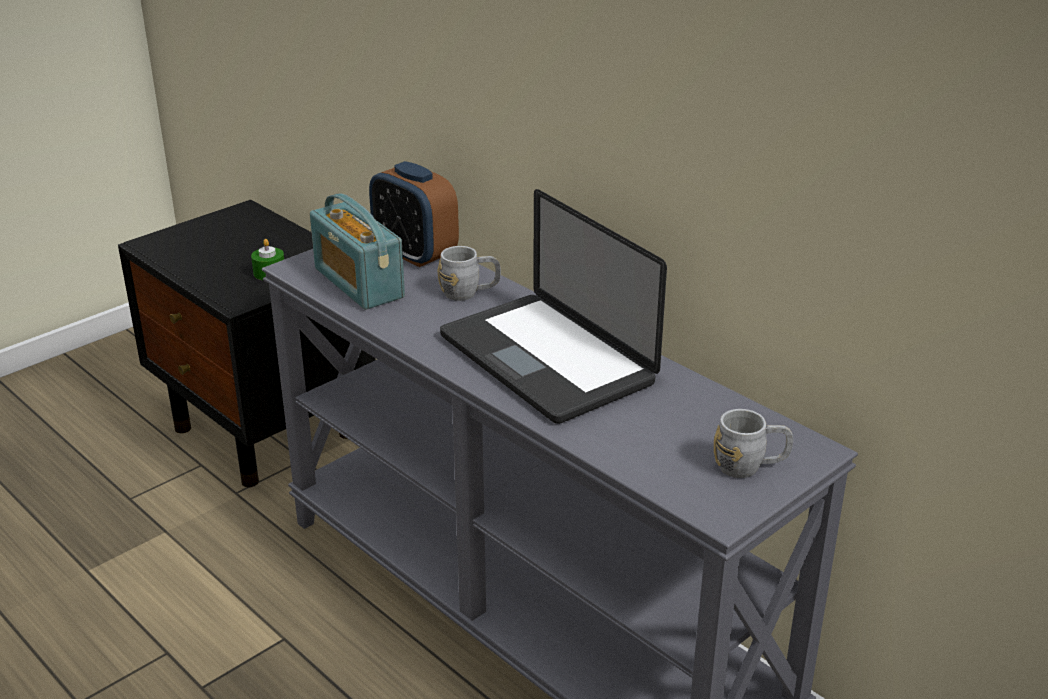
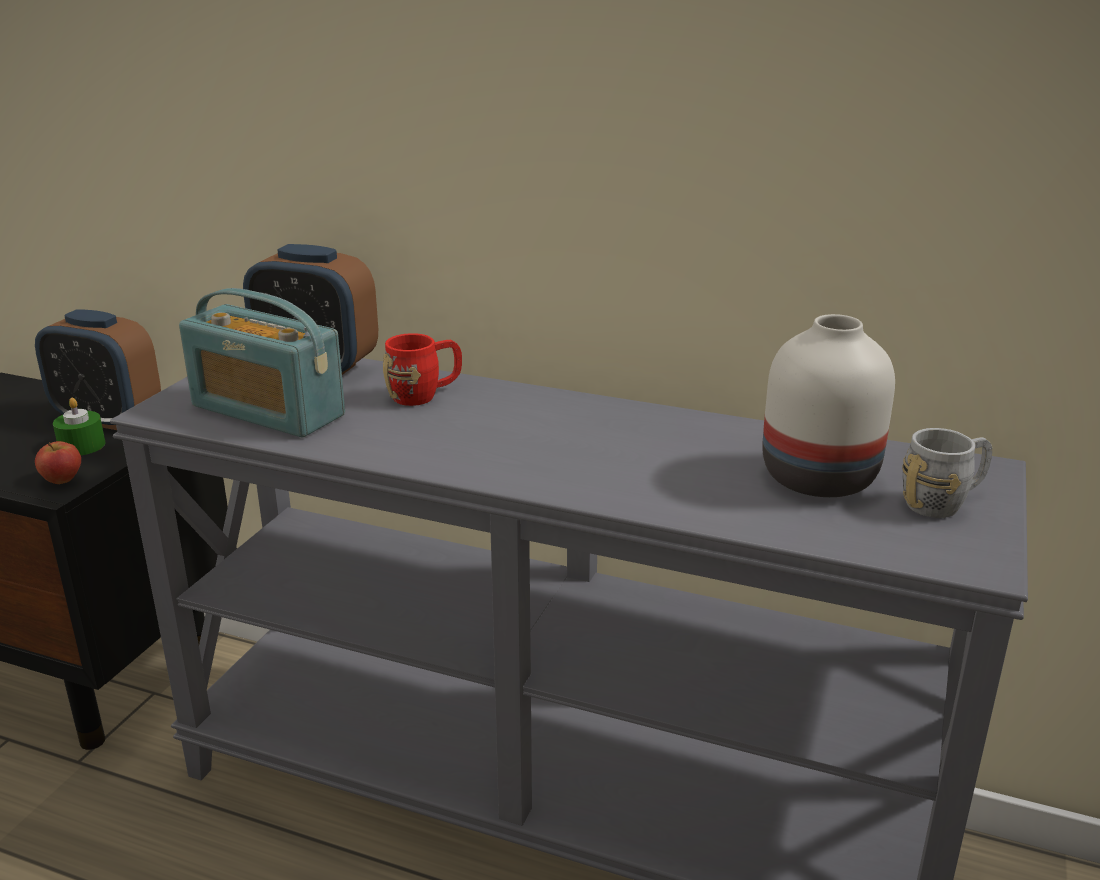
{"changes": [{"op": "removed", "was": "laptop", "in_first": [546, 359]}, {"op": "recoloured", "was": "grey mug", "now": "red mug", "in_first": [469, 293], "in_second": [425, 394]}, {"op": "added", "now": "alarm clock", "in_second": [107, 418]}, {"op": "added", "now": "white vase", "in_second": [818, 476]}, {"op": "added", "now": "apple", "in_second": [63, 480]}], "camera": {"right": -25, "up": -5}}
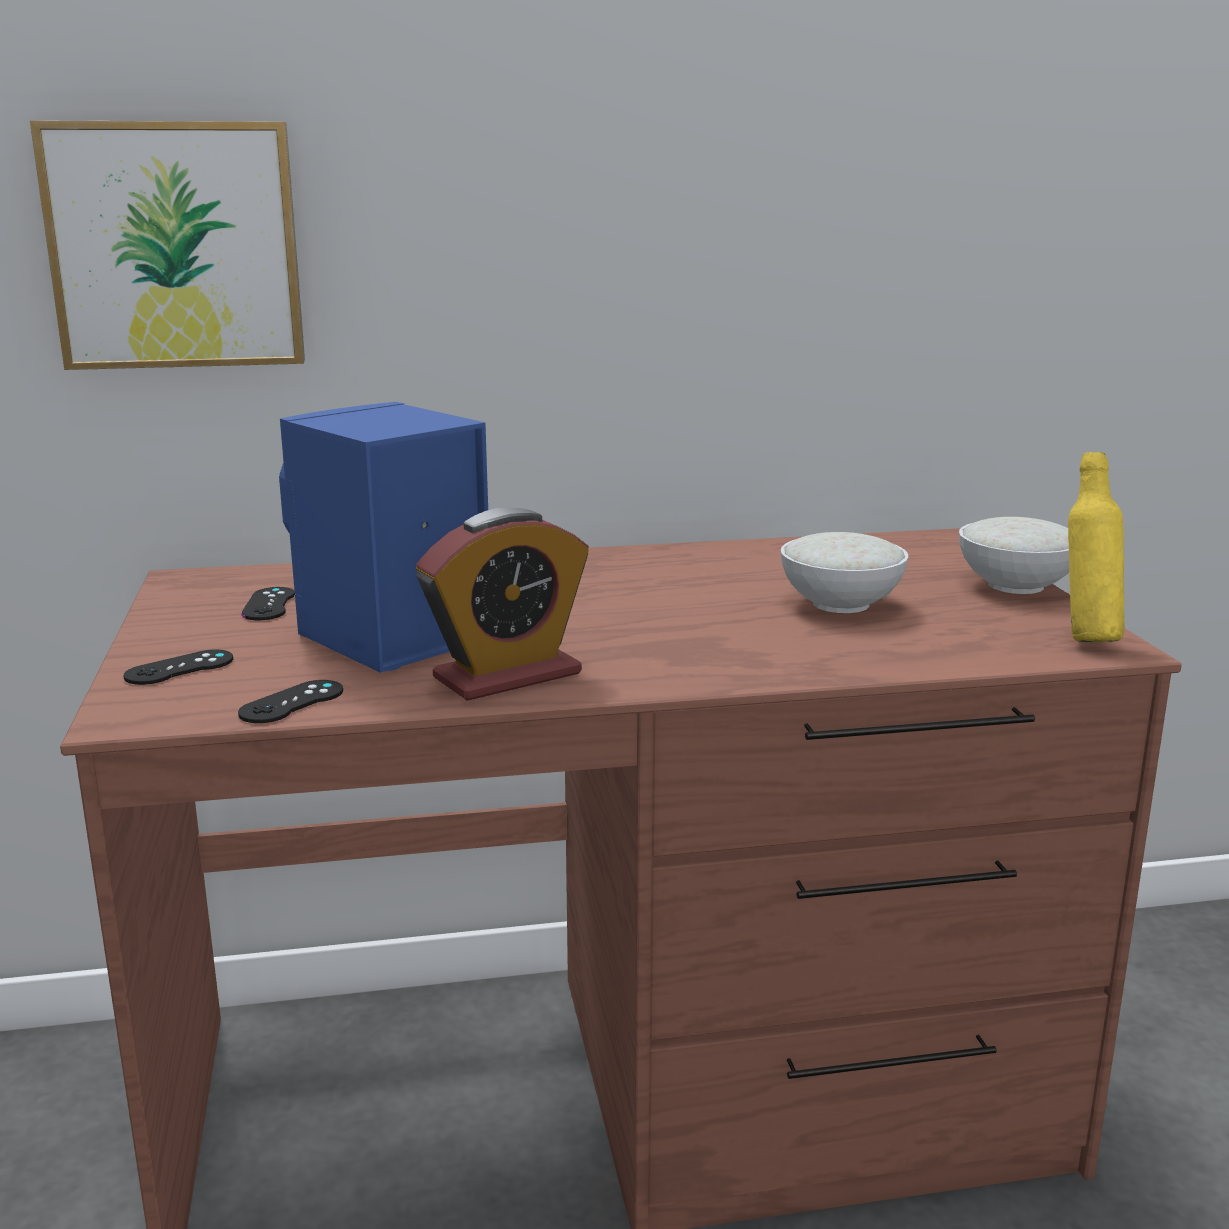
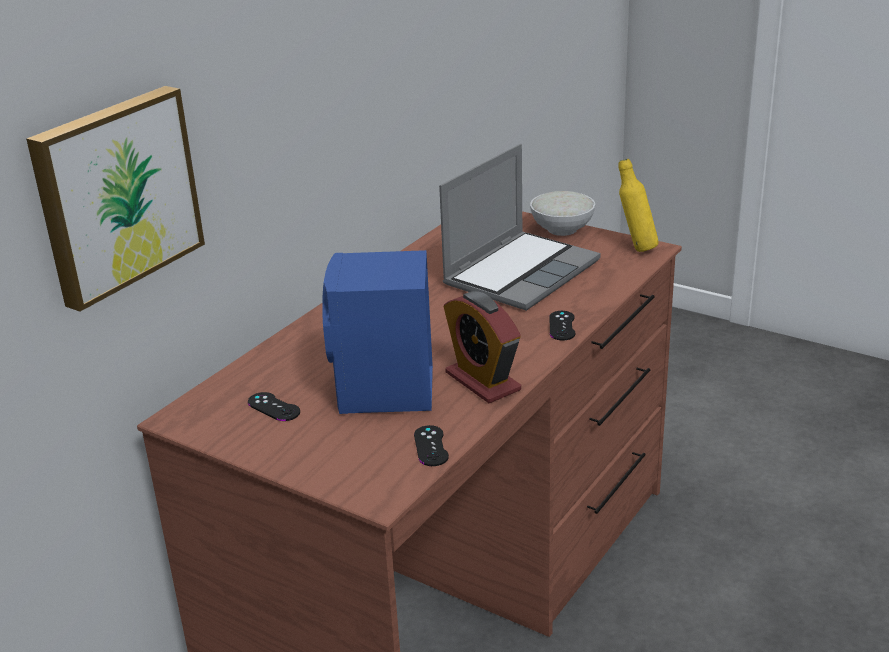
{"changes": [{"op": "turned", "was": "alarm clock", "in_first": [507, 676], "in_second": [482, 381], "clockwise": 135}, {"op": "replaced", "was": "white bowl", "now": "laptop", "in_first": [841, 603], "in_second": [521, 272]}, {"op": "moved", "was": "black game controller", "in_first": [179, 668], "in_second": [562, 326]}], "camera": {"right": -45, "up": 10}}
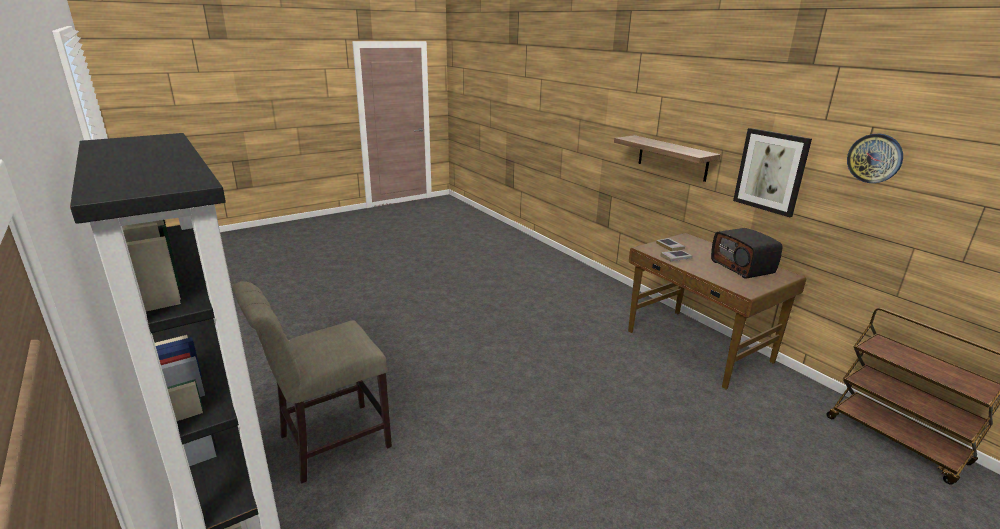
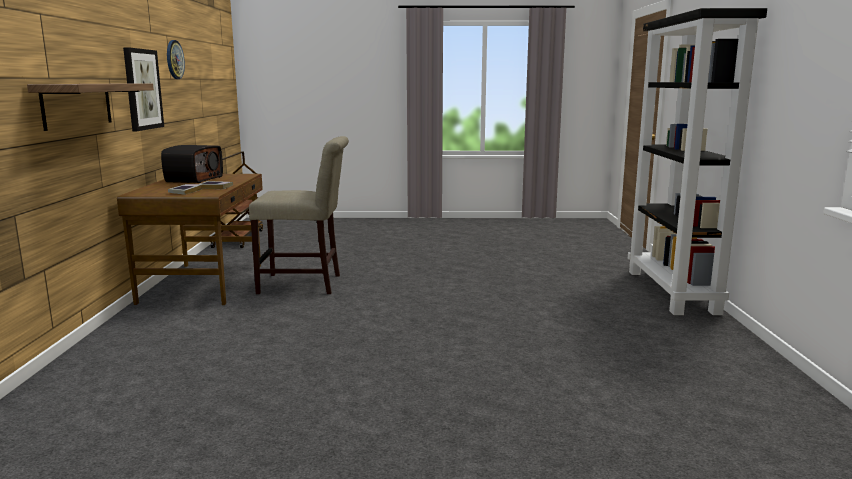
{"changes": [{"op": "moved", "was": "beige chair", "in_first": [328, 443], "in_second": [305, 284]}], "camera": {"right": -145, "up": -10}}
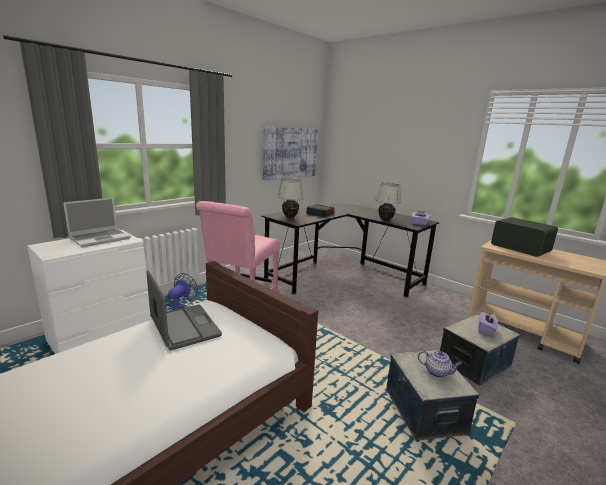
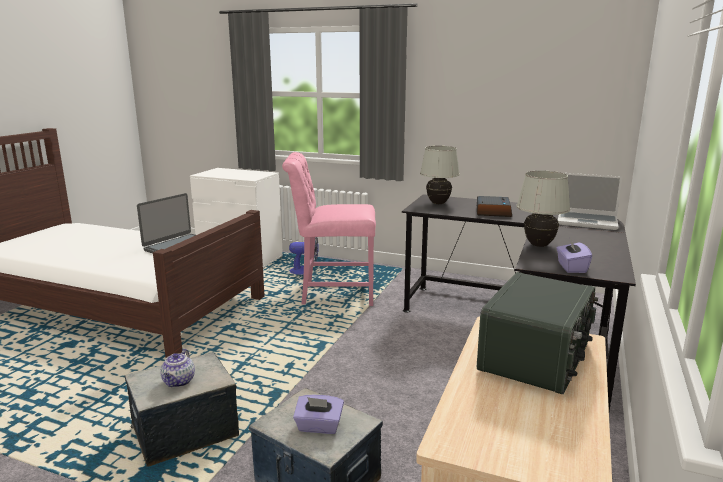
{"changes": [{"op": "removed", "was": "picture", "in_first": [289, 153]}, {"op": "moved", "was": "laptop", "in_first": [100, 238], "in_second": [588, 221]}], "camera": {"right": 70, "up": 0}}
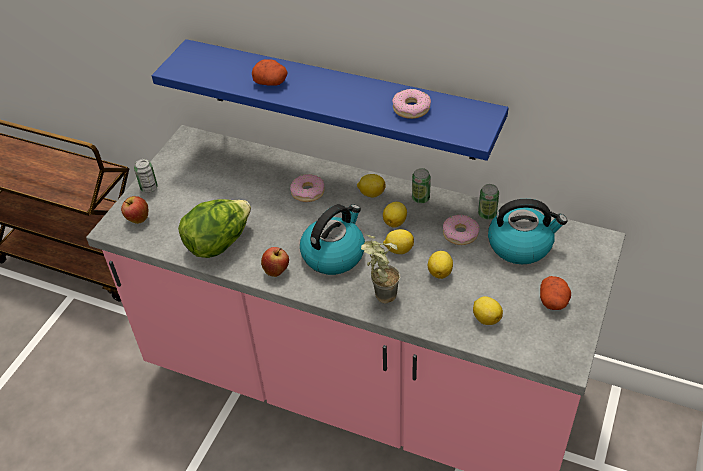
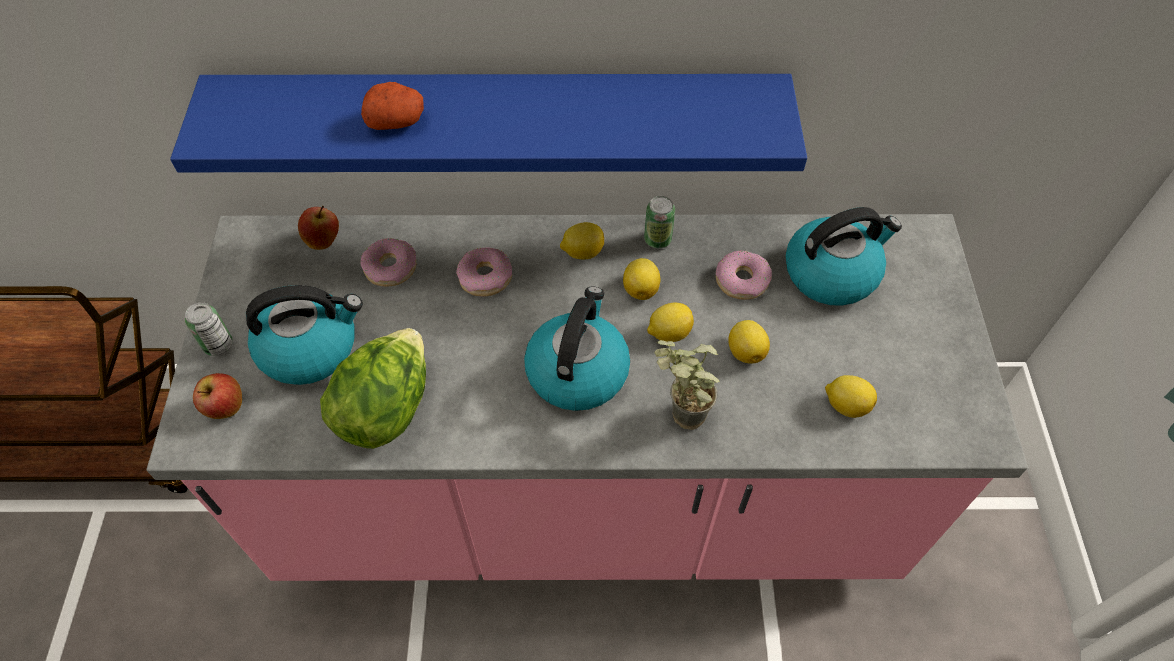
{"changes": [{"op": "moved", "was": "donut", "in_first": [411, 108], "in_second": [390, 267]}, {"op": "removed", "was": "can", "in_first": [487, 214]}, {"op": "moved", "was": "apple", "in_first": [276, 271], "in_second": [324, 241]}, {"op": "removed", "was": "potato", "in_first": [553, 301]}, {"op": "added", "now": "kettle", "in_second": [310, 348]}], "camera": {"right": -25, "up": 10}}
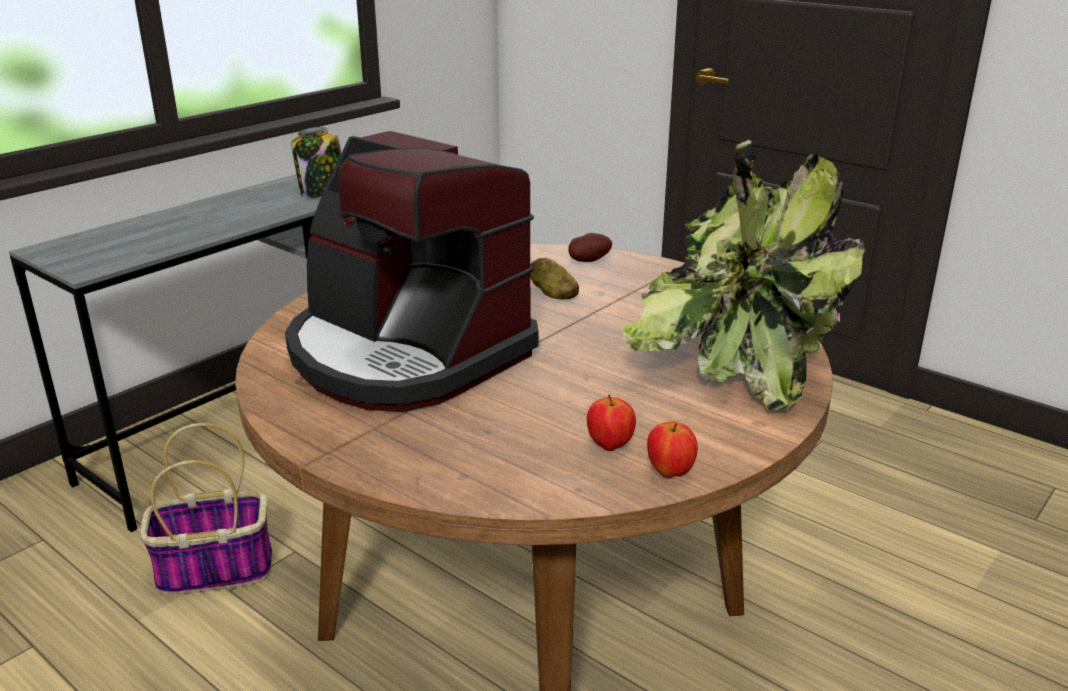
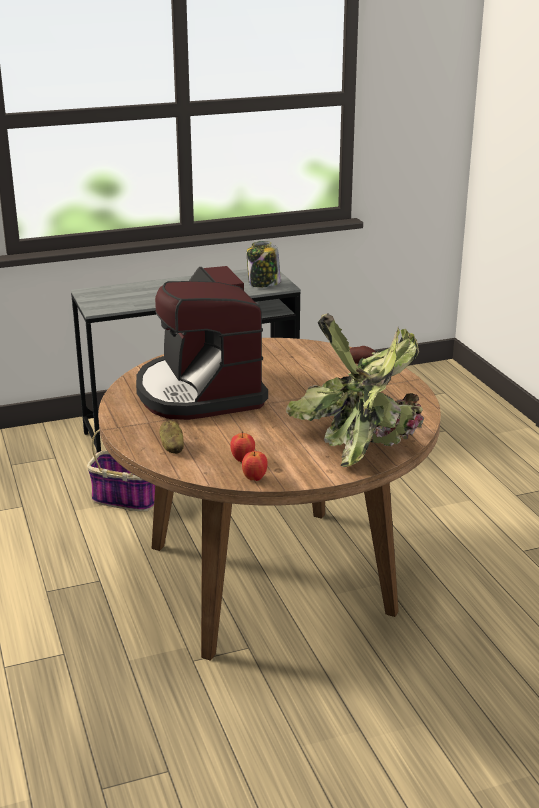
{"changes": [{"op": "moved", "was": "potato", "in_first": [552, 294], "in_second": [172, 447]}], "camera": {"right": 30, "up": 0}}
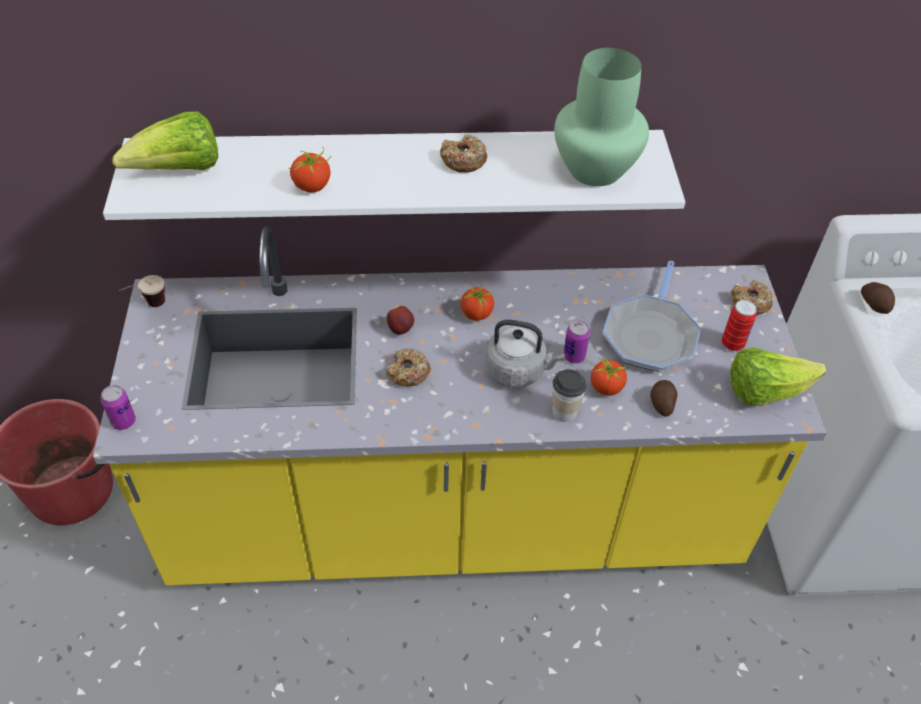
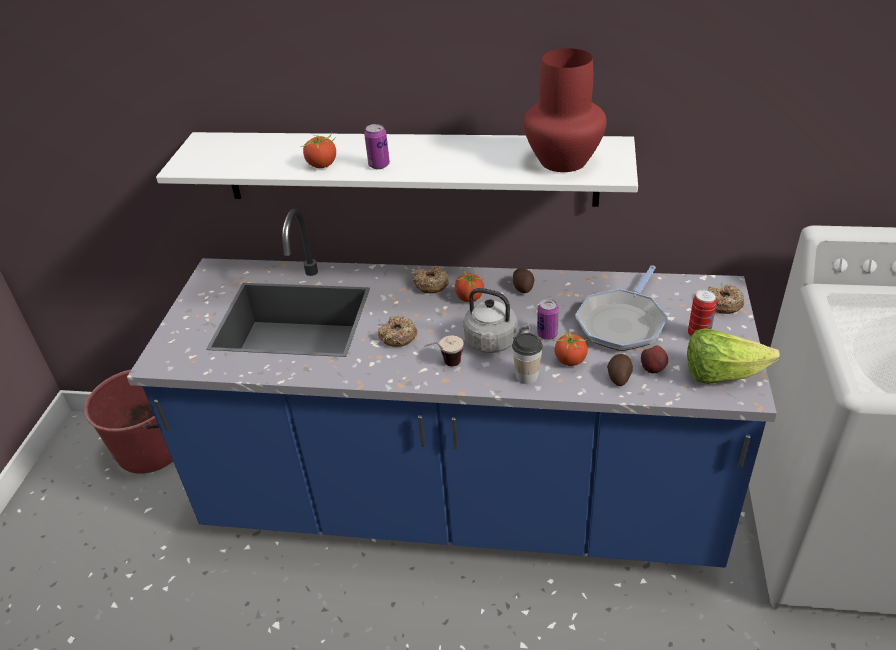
{"changes": [{"op": "recoloured", "was": "green vase", "now": "red vase", "in_first": [595, 170], "in_second": [563, 161]}, {"op": "removed", "was": "lettuce", "in_first": [179, 170]}, {"op": "moved", "was": "donut", "in_first": [463, 160], "in_second": [431, 284]}, {"op": "recoloured", "was": "yellow counter", "now": "blue counter", "in_first": [455, 518], "in_second": [461, 503]}, {"op": "moved", "was": "cup", "in_first": [148, 307], "in_second": [444, 366]}, {"op": "moved", "was": "potato", "in_first": [875, 304], "in_second": [523, 287]}, {"op": "moved", "was": "apple", "in_first": [401, 329], "in_second": [653, 370]}, {"op": "moved", "was": "can", "in_first": [123, 421], "in_second": [379, 165]}], "camera": {"right": 15, "up": -10}}
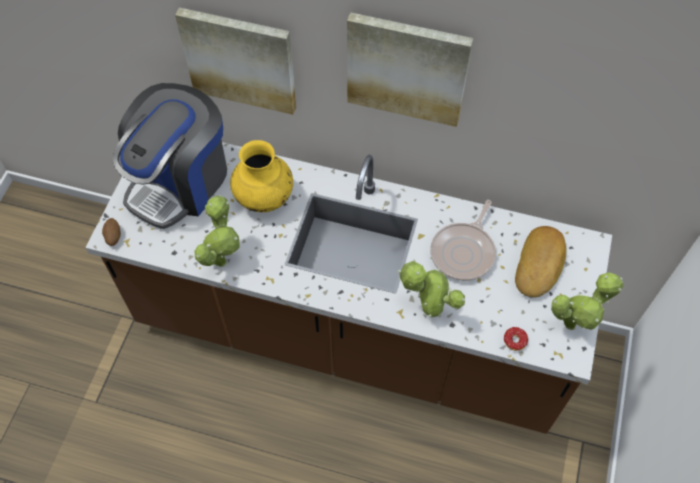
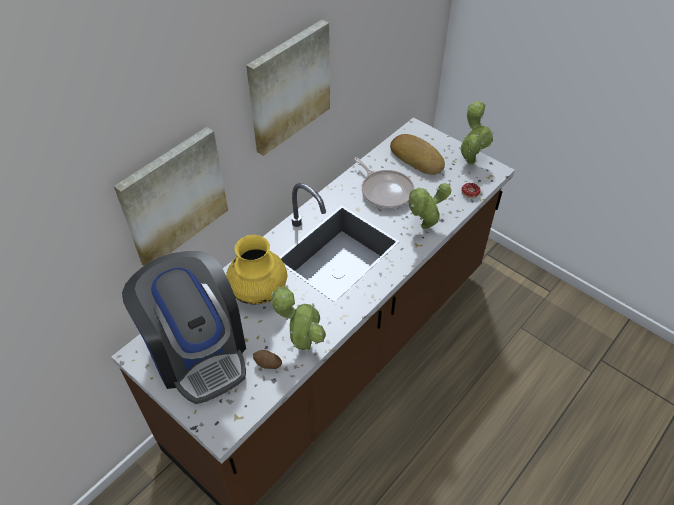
{"changes": [{"op": "moved", "was": "potato", "in_first": [113, 237], "in_second": [268, 364]}], "camera": {"right": -65, "up": -10}}
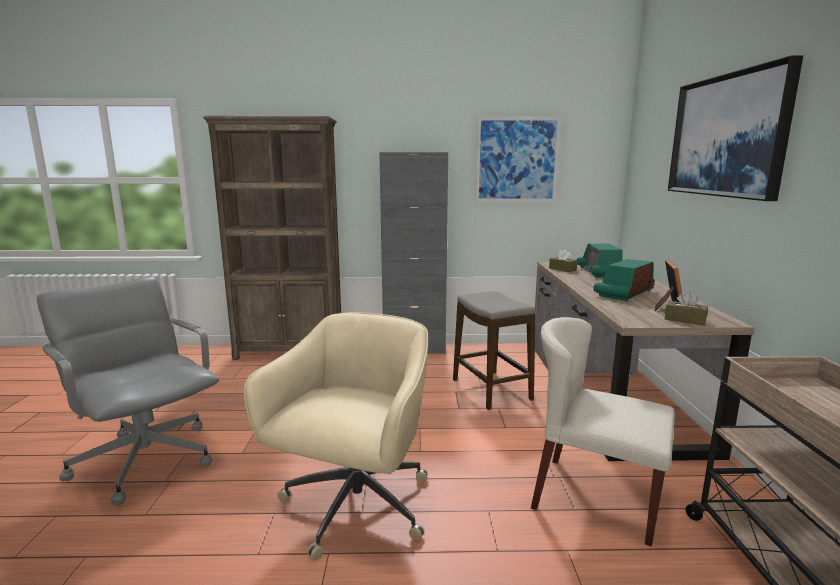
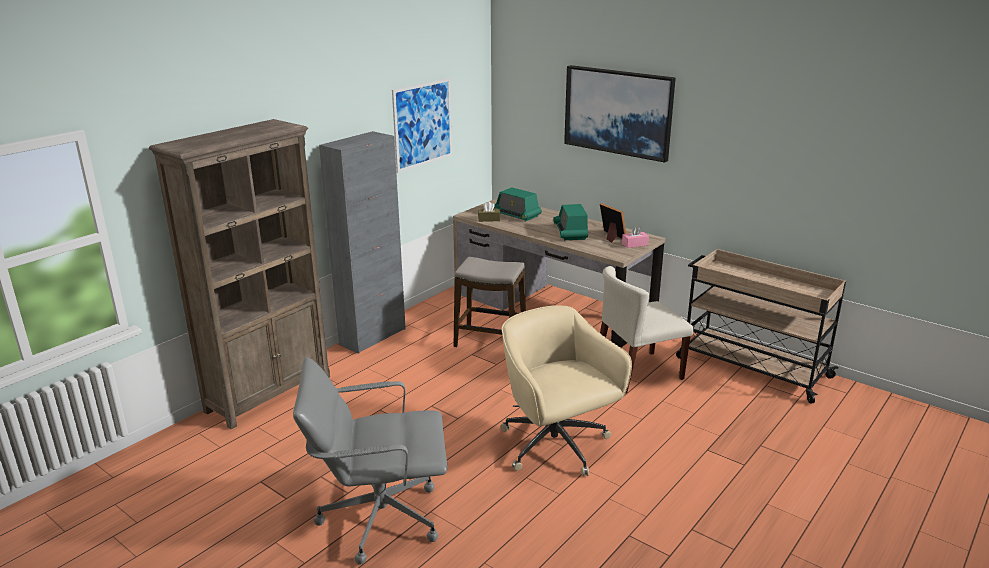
{"changes": [{"op": "recoloured", "was": "brown tissue box", "now": "pink tissue box", "in_first": [685, 320], "in_second": [635, 244]}], "camera": {"right": -50, "up": 10}}
